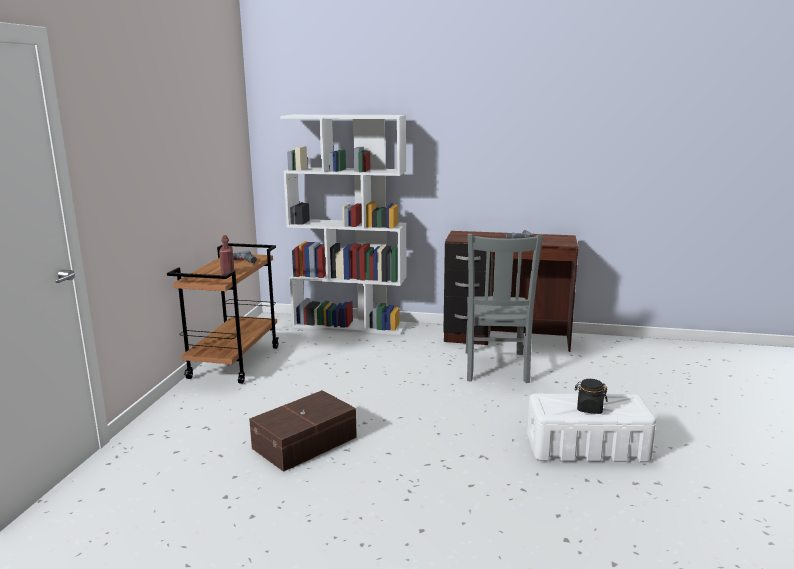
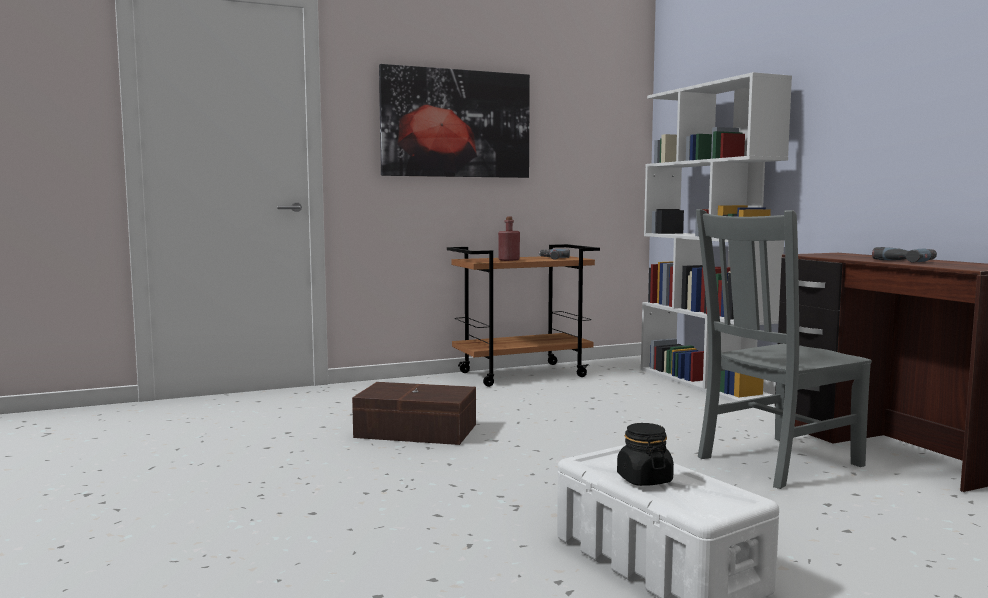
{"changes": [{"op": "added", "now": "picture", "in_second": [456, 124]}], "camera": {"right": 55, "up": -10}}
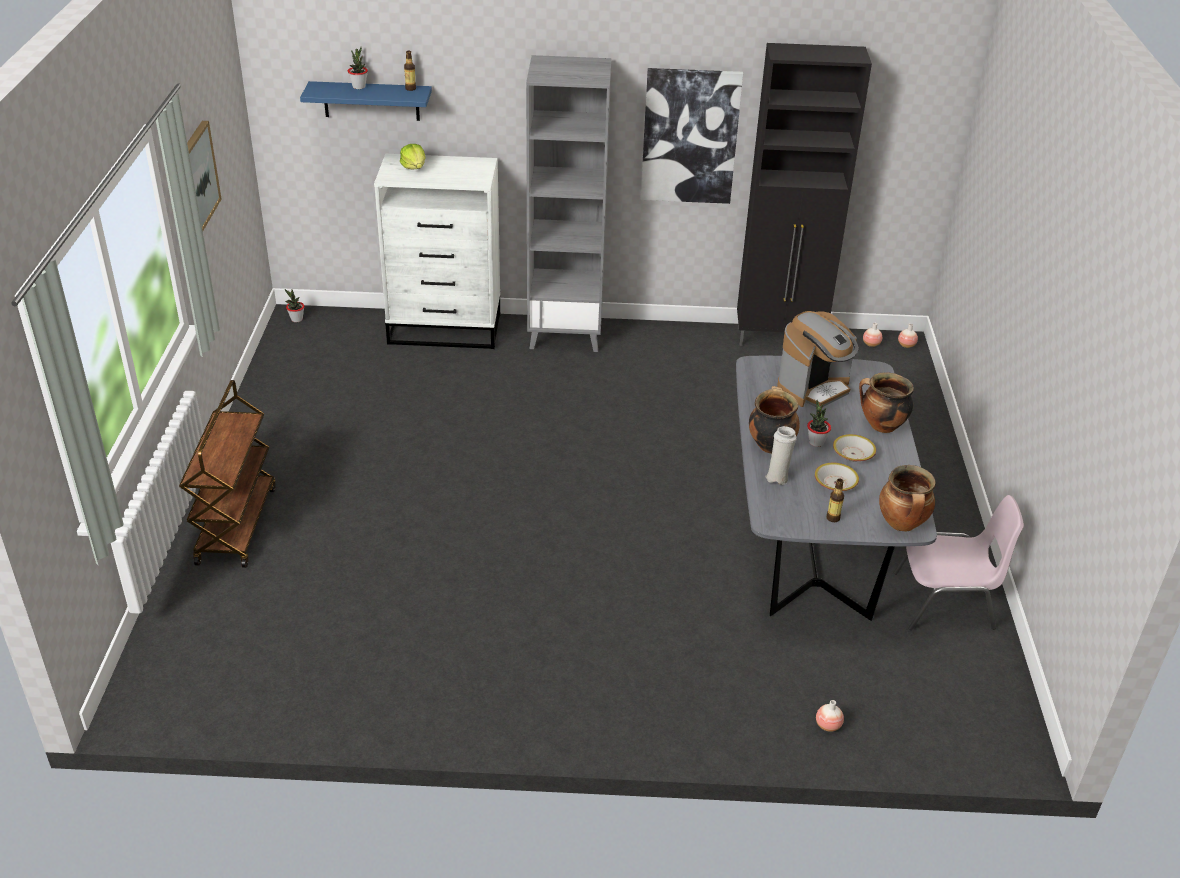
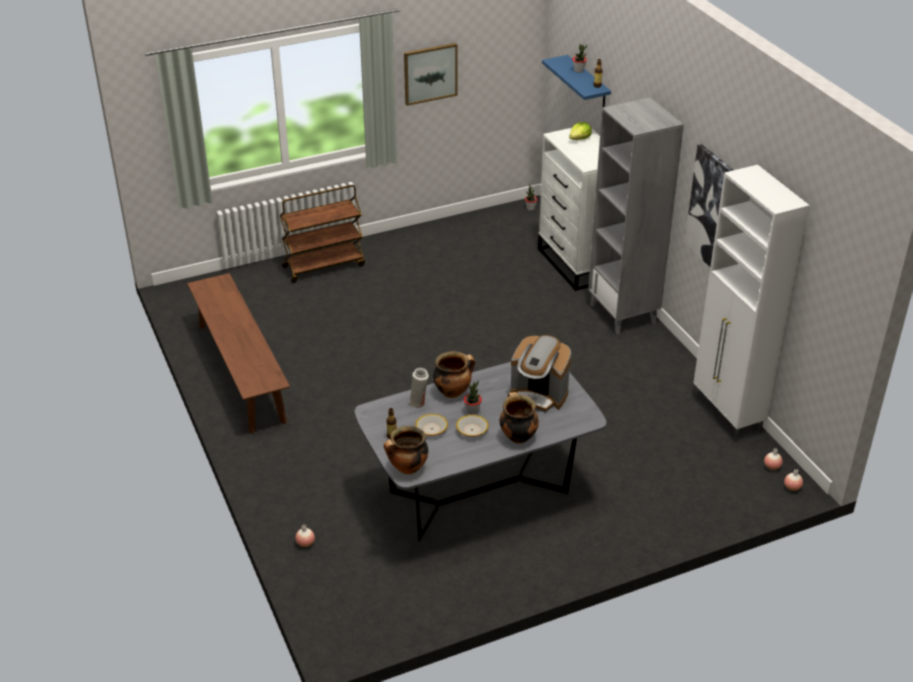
{"changes": [{"op": "recoloured", "was": "black cabinet", "now": "white cabinet", "in_first": [780, 338], "in_second": [727, 415]}, {"op": "removed", "was": "pink chair", "in_first": [945, 602]}, {"op": "added", "now": "brown bench", "in_second": [241, 372]}], "camera": {"right": 65, "up": 0}}
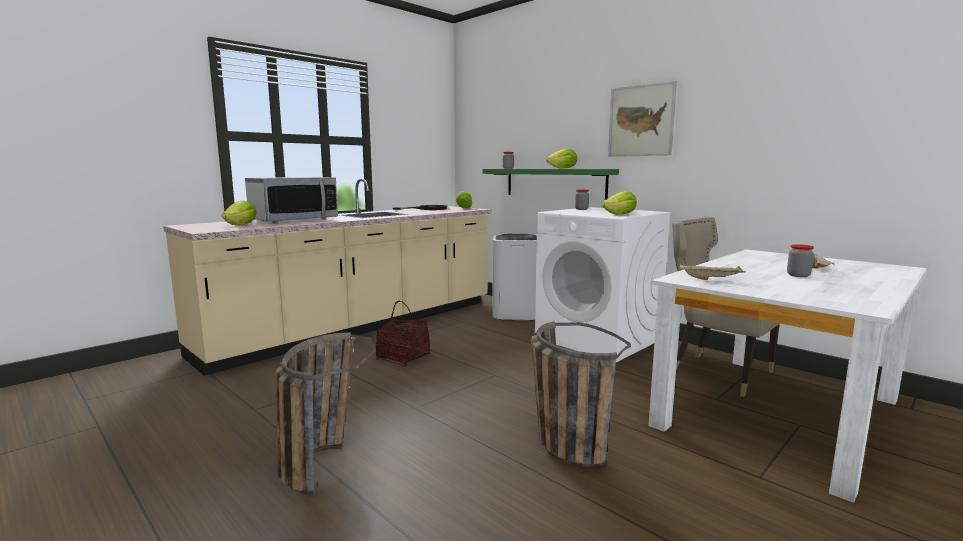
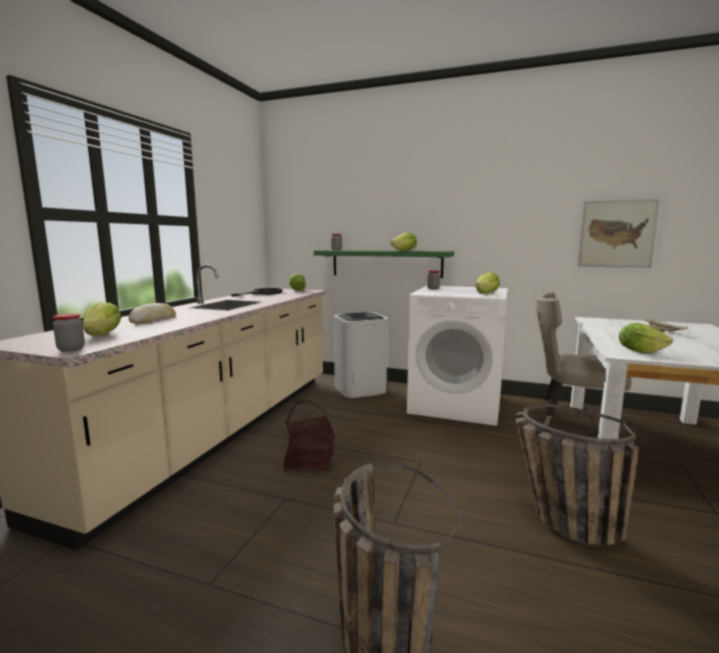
{"changes": [{"op": "moved", "was": "picture", "in_first": [641, 121], "in_second": [616, 234]}, {"op": "replaced", "was": "microwave", "now": "bread", "in_first": [294, 220], "in_second": [153, 320]}, {"op": "moved", "was": "jar", "in_first": [798, 275], "in_second": [71, 349]}, {"op": "replaced", "was": "beige tray", "now": "lettuce", "in_first": [710, 279], "in_second": [639, 351]}], "camera": {"right": -25, "up": 0}}
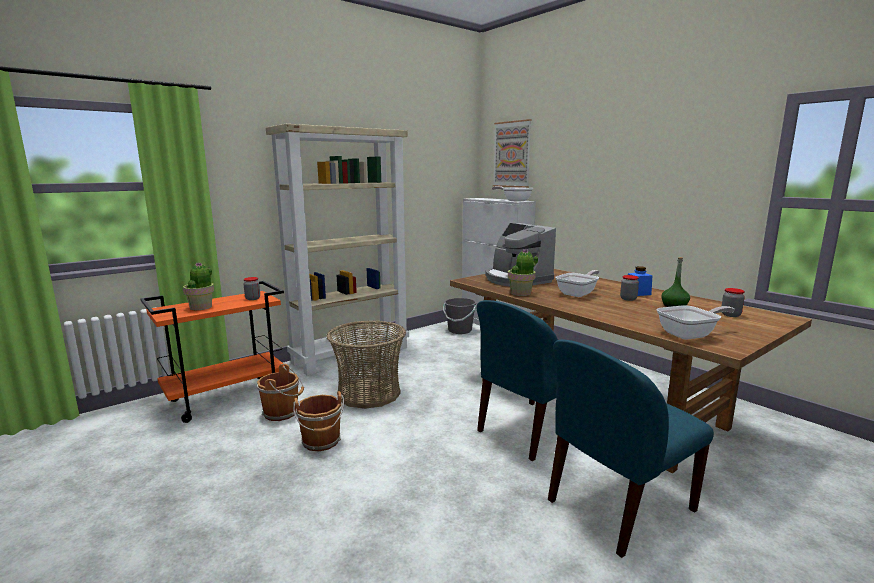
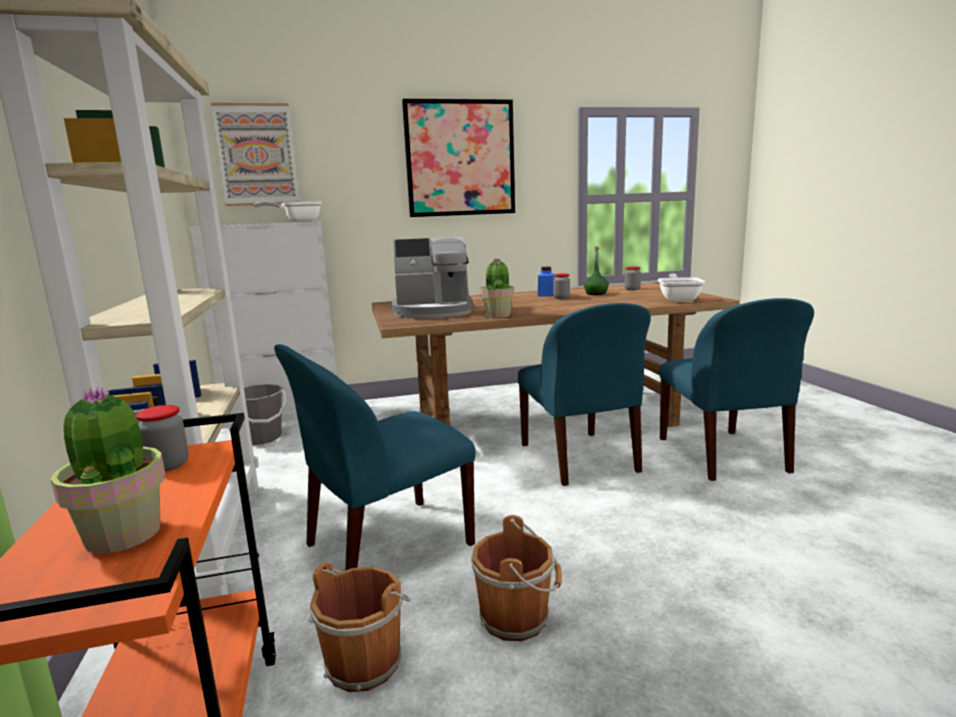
{"changes": [{"op": "removed", "was": "frying pan", "in_first": [578, 293]}, {"op": "replaced", "was": "basket", "now": "blue chair", "in_first": [369, 393], "in_second": [385, 546]}, {"op": "added", "now": "picture", "in_second": [460, 158]}], "camera": {"right": -65, "up": 0}}
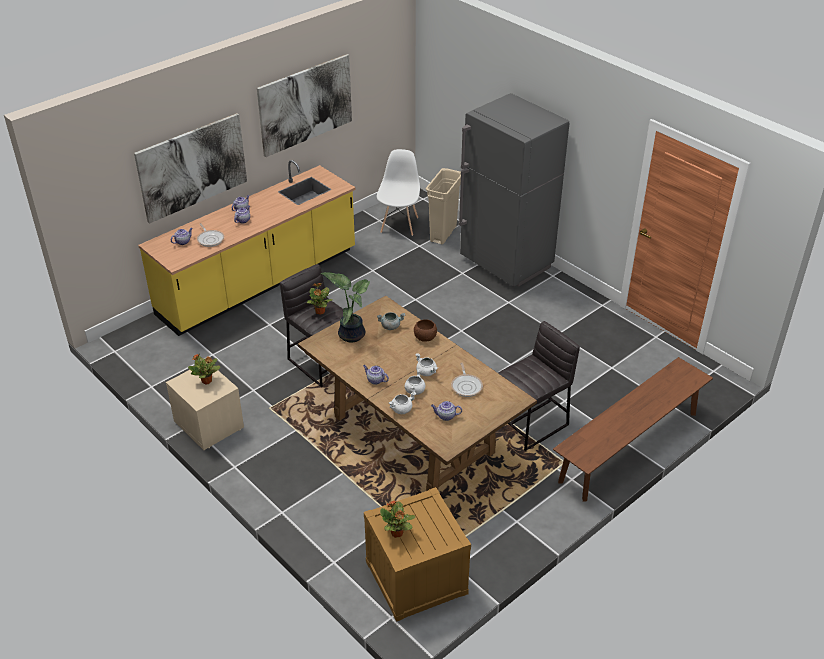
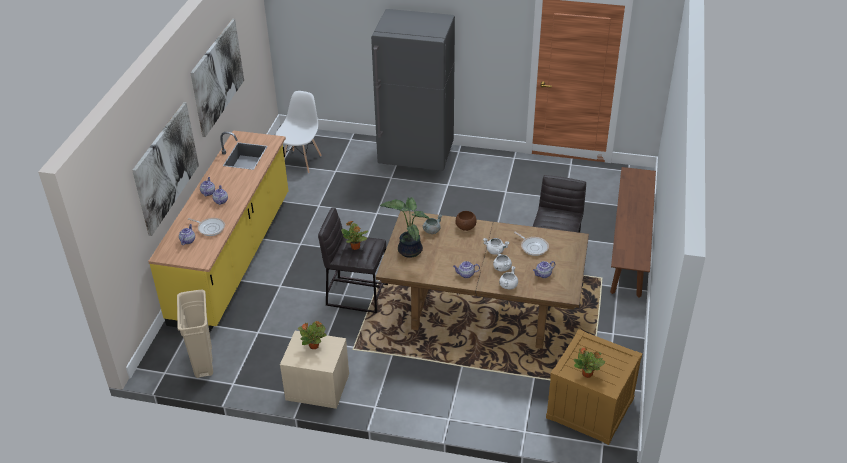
{"changes": [{"op": "turned", "was": "white chair", "in_first": [399, 225], "in_second": [301, 161], "clockwise": 45}, {"op": "moved", "was": "beige trash can", "in_first": [443, 234], "in_second": [203, 361]}], "camera": {"right": -35, "up": 0}}
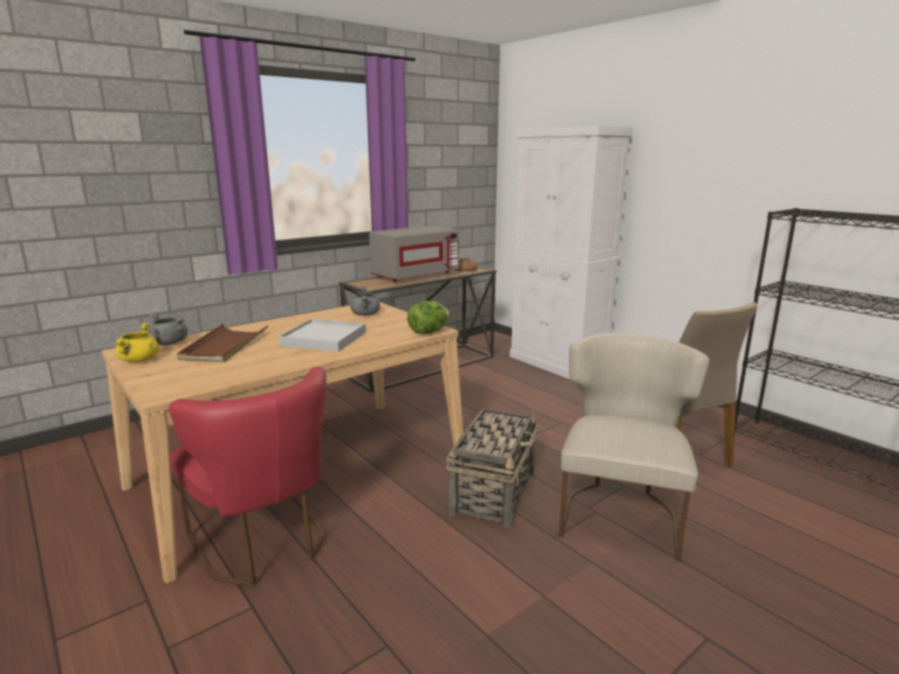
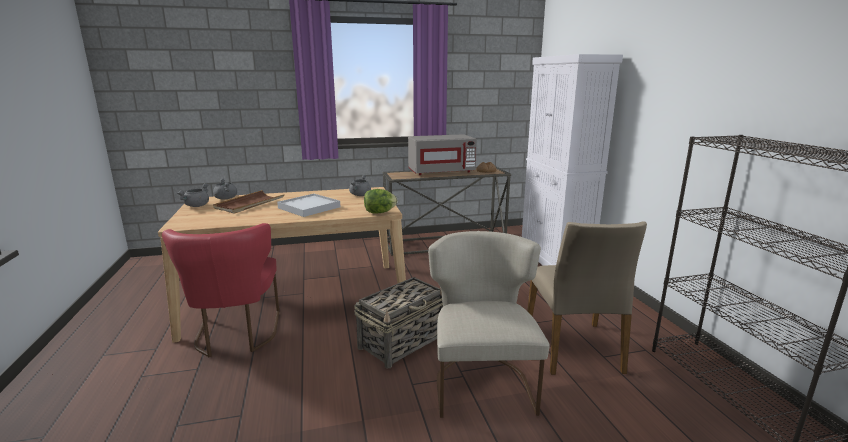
{"changes": [{"op": "recoloured", "was": "yellow cooking pot", "now": "grey cooking pot", "in_first": [139, 360], "in_second": [197, 206]}, {"op": "turned", "was": "beige chair", "in_first": [620, 512], "in_second": [481, 382], "clockwise": -45}], "camera": {"right": 25, "up": 0}}
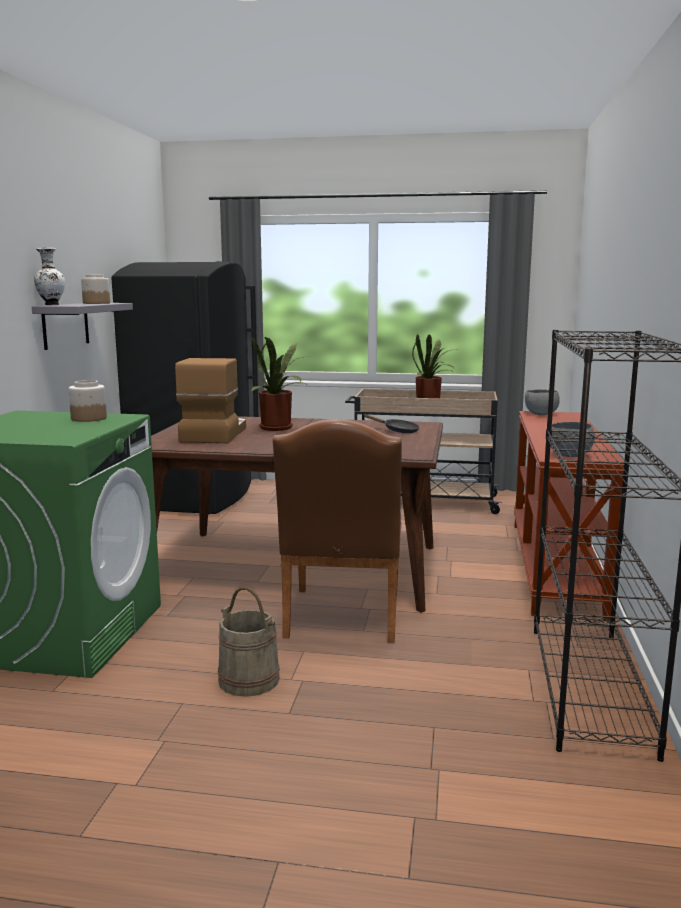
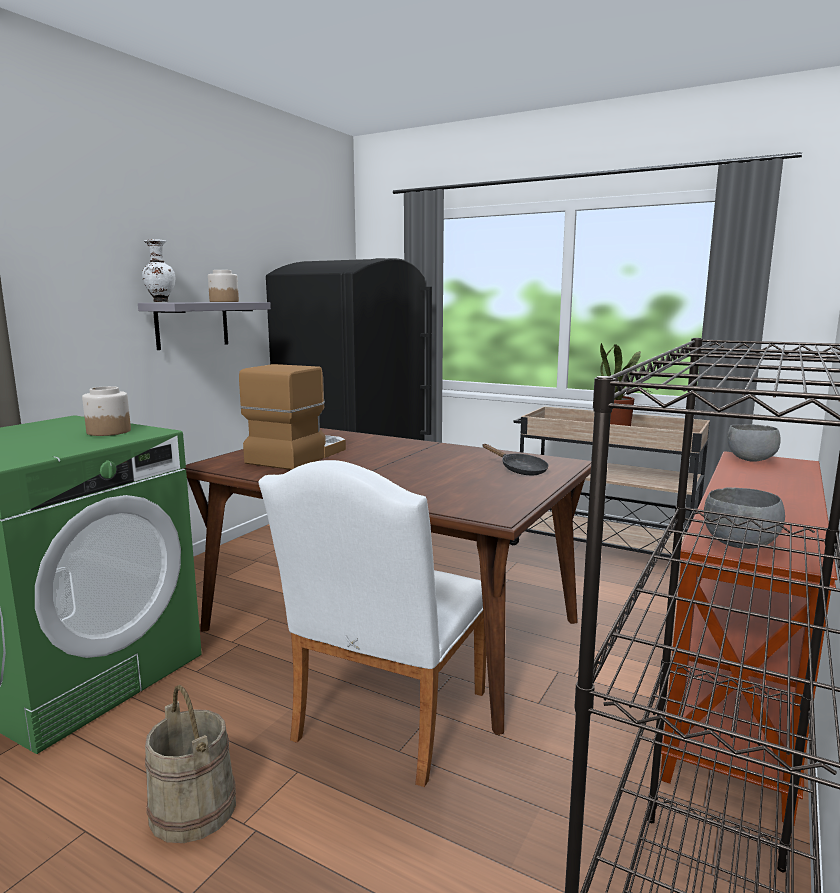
{"changes": [{"op": "removed", "was": "potted plant", "in_first": [279, 428]}, {"op": "recoloured", "was": "brown chair", "now": "white chair", "in_first": [341, 619], "in_second": [385, 722]}], "camera": {"right": 20, "up": 0}}
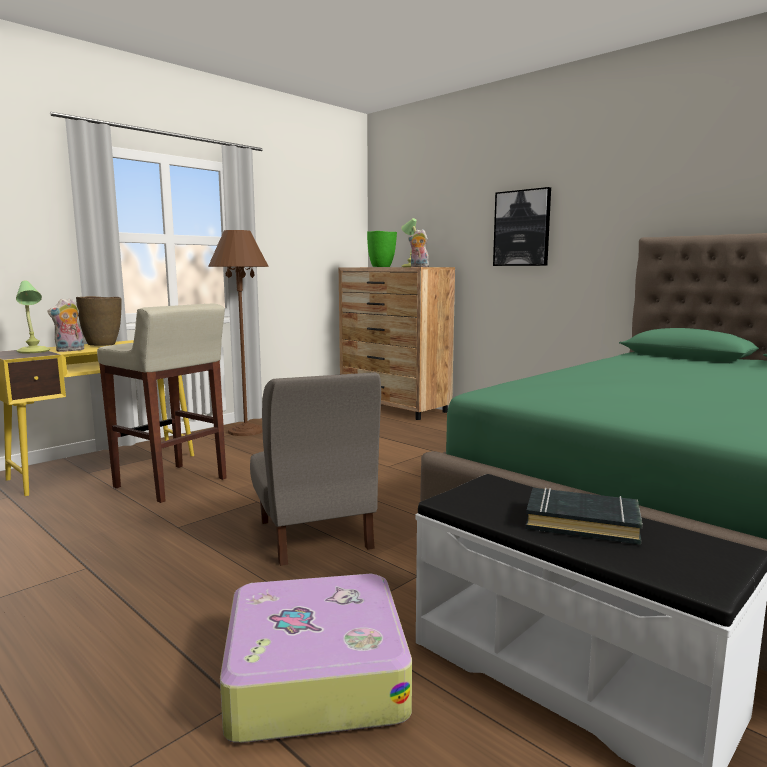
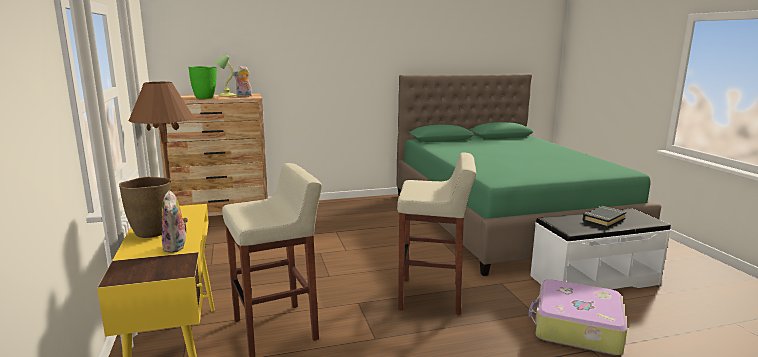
{"changes": [{"op": "removed", "was": "picture", "in_first": [522, 228]}, {"op": "removed", "was": "table lamp", "in_first": [33, 351]}, {"op": "replaced", "was": "grey chair", "now": "beige stool", "in_first": [314, 535], "in_second": [432, 296]}], "camera": {"right": -60, "up": 5}}
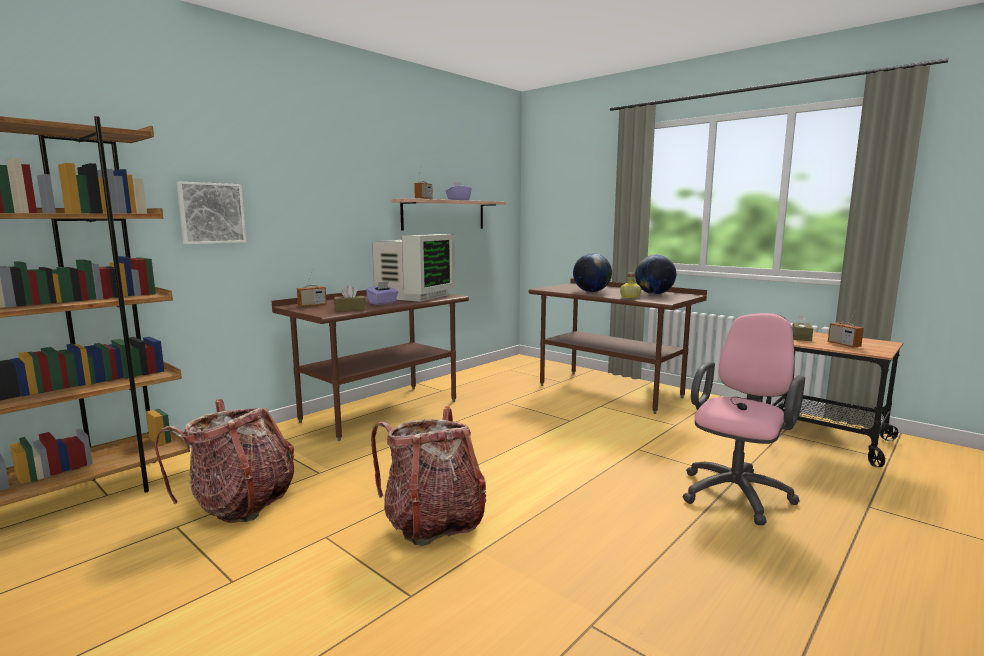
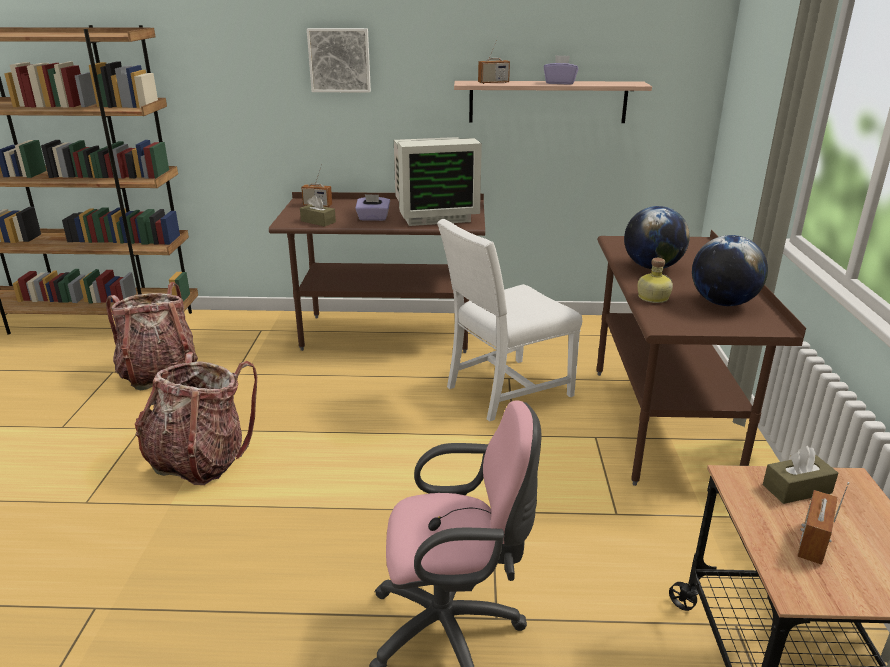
{"changes": [{"op": "moved", "was": "picture", "in_first": [211, 213], "in_second": [339, 60]}, {"op": "added", "now": "white chair", "in_second": [504, 391]}], "camera": {"right": 50, "up": 15}}
